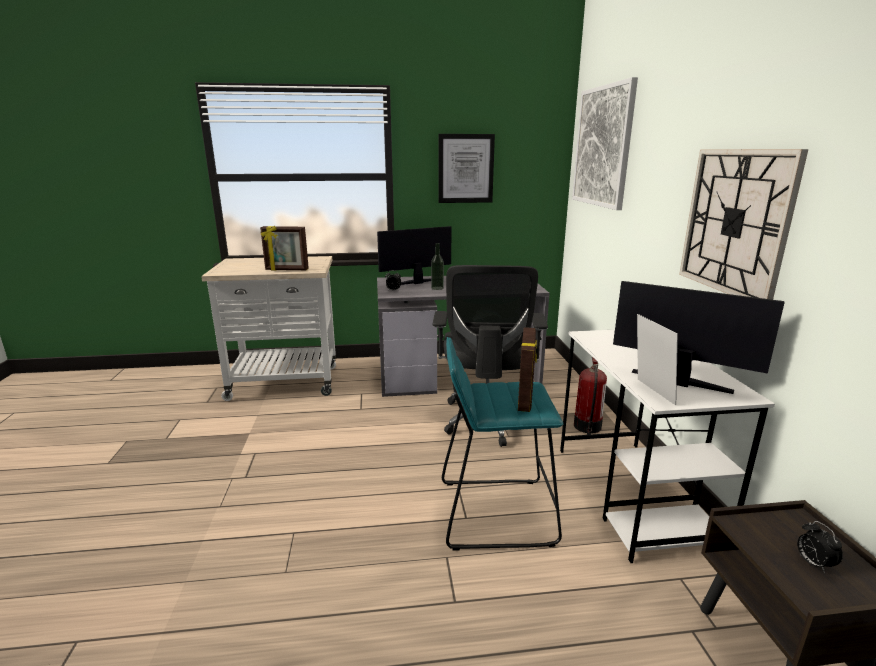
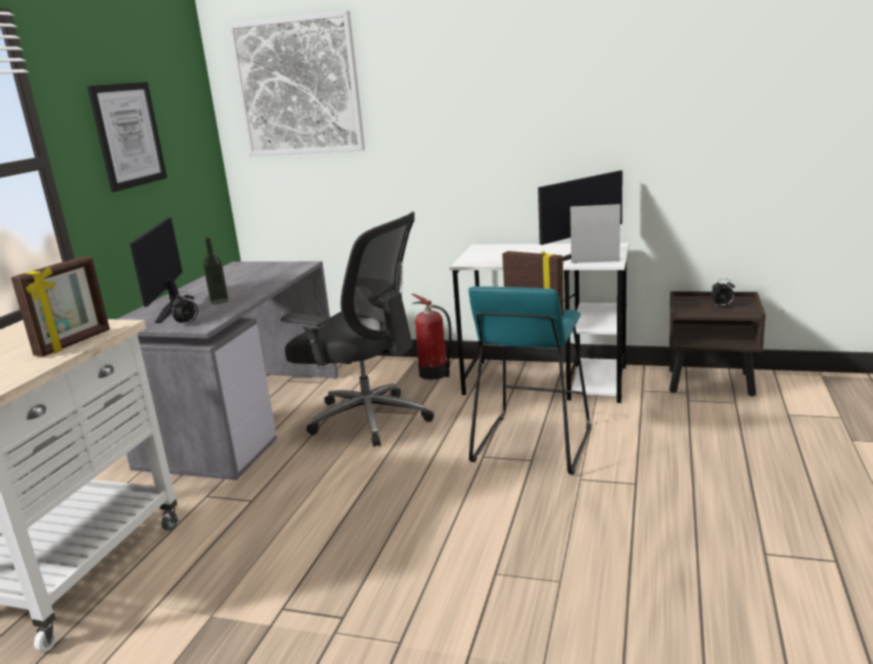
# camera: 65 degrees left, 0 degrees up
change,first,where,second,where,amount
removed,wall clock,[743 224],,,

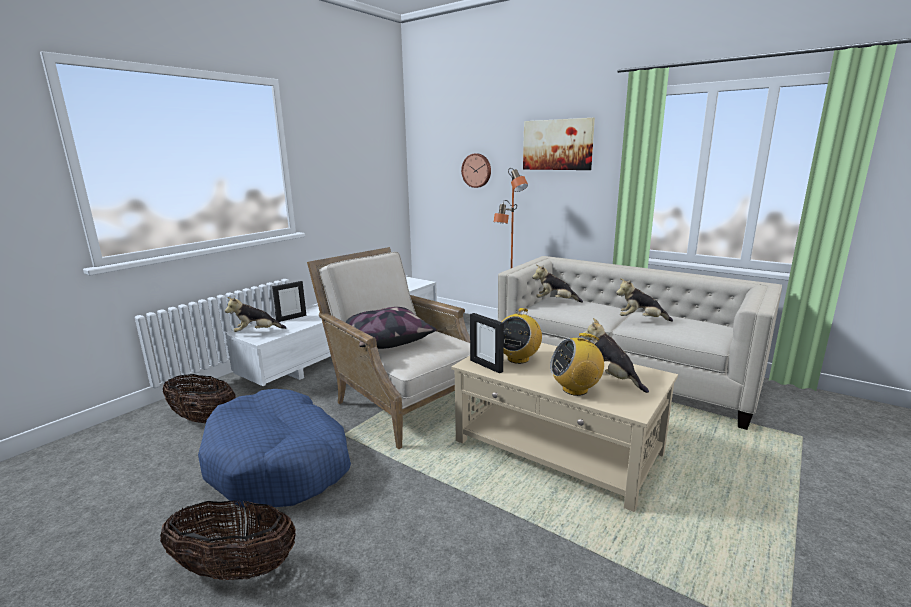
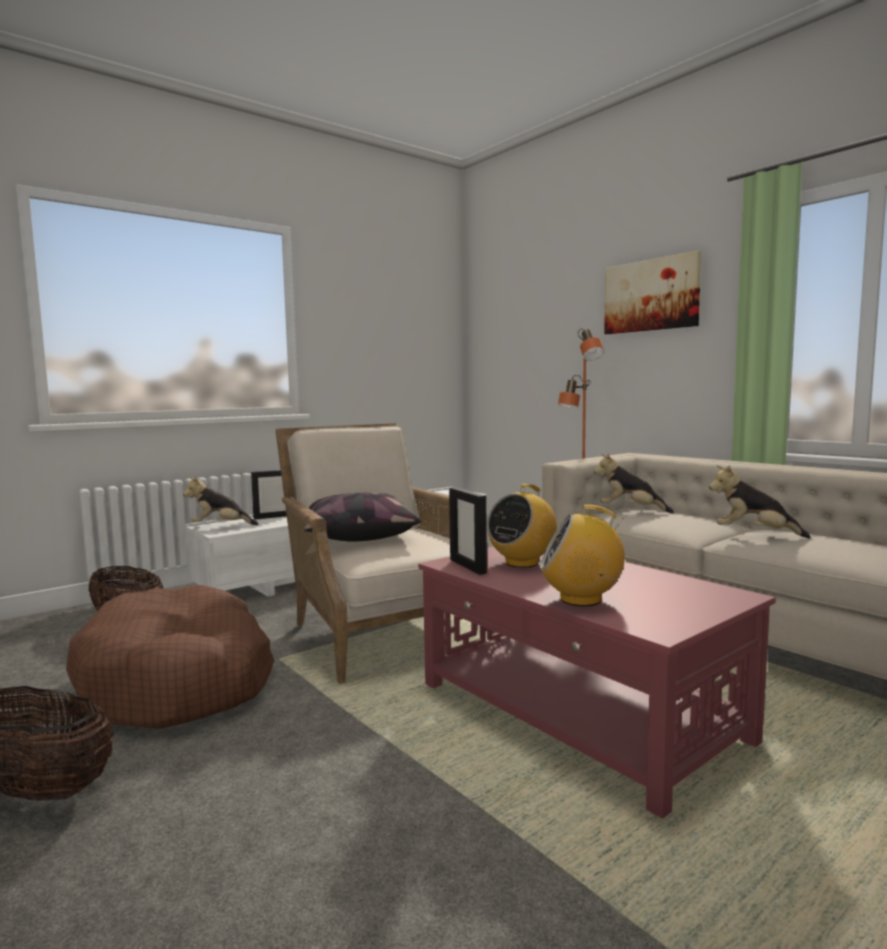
# camera: 15 degrees right, 10 degrees down
change,first,where,second,where,amount
recoloured,blue dog bed,[274 448],brown dog bed,[170 657],
recoloured,beige coffee table,[565 427],red coffee table,[597 682],
removed,wall clock,[476 171],,,
removed,plush toy,[615 355],,,

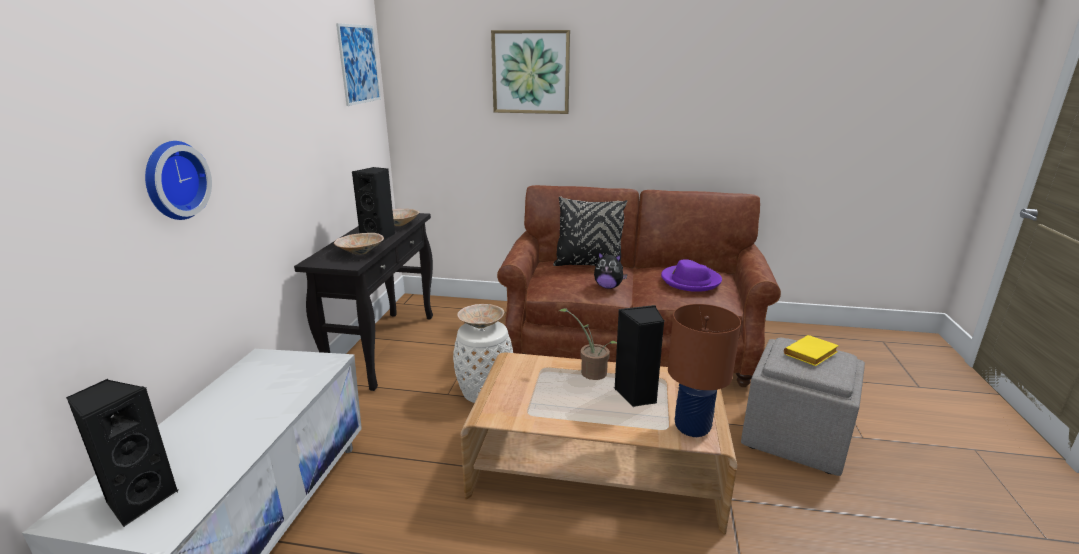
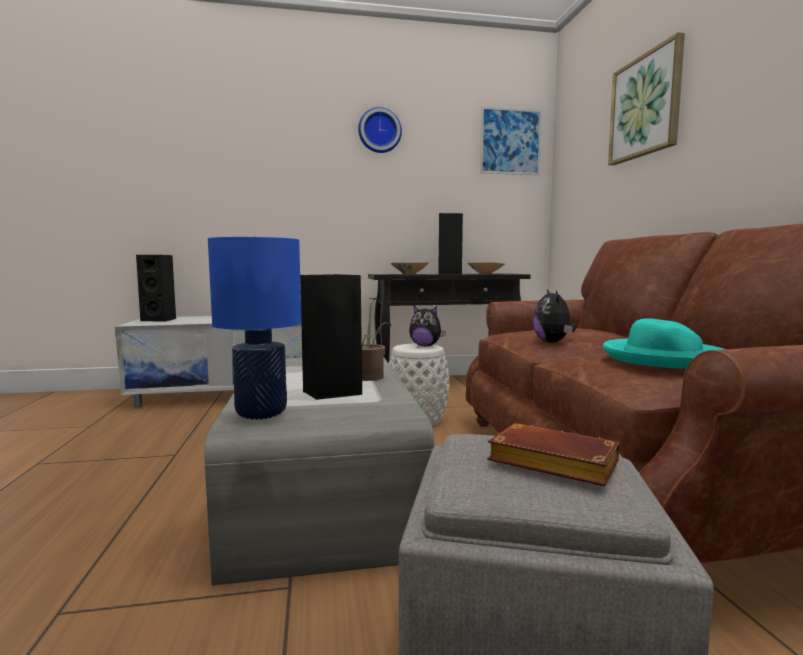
# camera: 70 degrees right, 15 degrees down
change,first,where,second,where,amount
recoloured,brown coffee table,[598 444],grey coffee table,[319 472],
recoloured,brown table lamp,[704 370],blue table lamp,[255 328],
moved,wall clock,[178 180],,[380 130],
replaced,beige bowl,[480 316],plush toy,[427 326],
recoloured,yellow book,[811 350],brown book,[553 455],
recoloured,purple hat,[691 275],turquoise hat,[663 343],
removed,black pillow,[590 231],,,

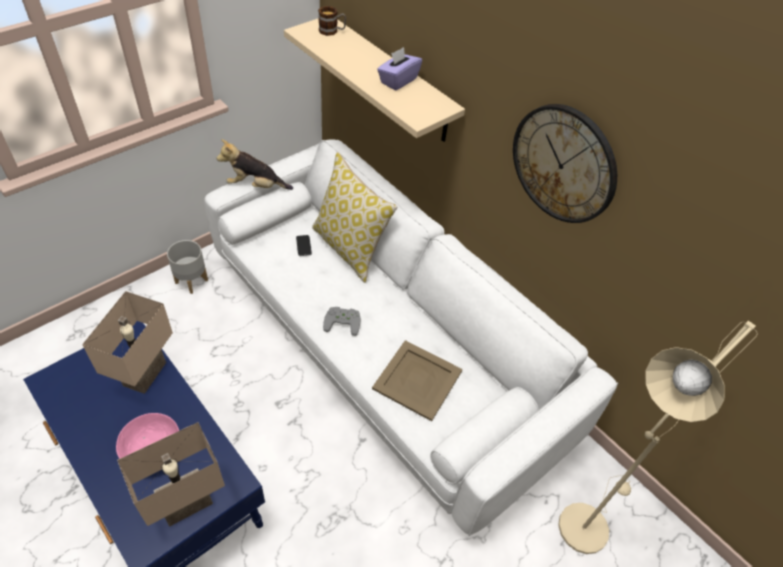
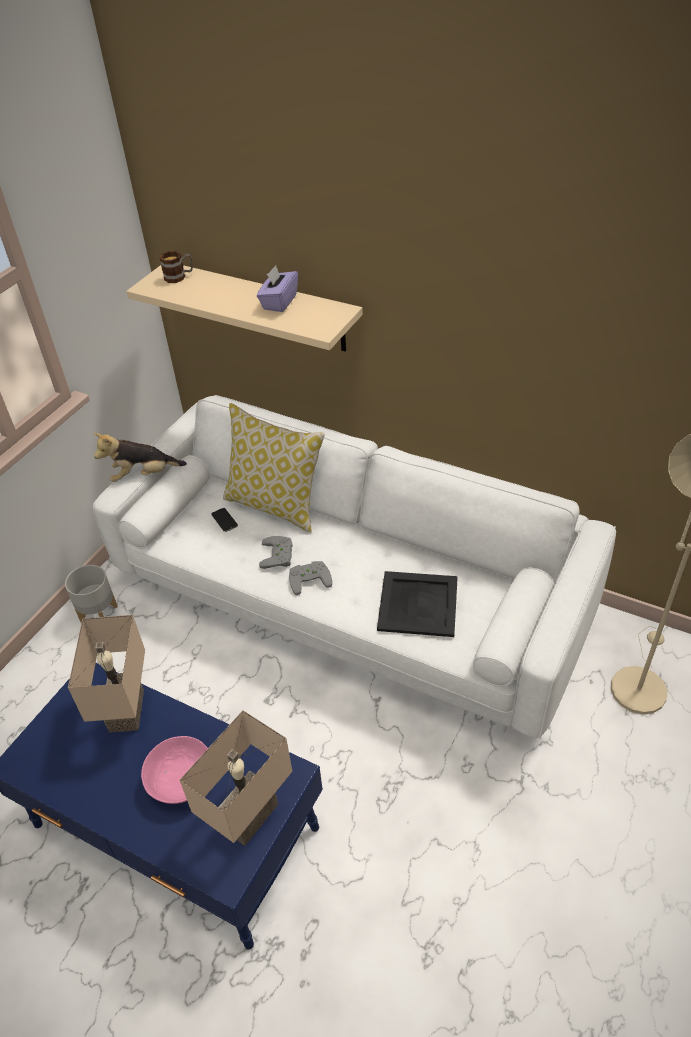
# camera: 15 degrees left, 5 degrees down
change,first,where,second,where,amount
added,,,grey game controller,[276 552],
recoloured,beige tray,[417 380],black tray,[417 604],
removed,wall clock,[565 163],,,

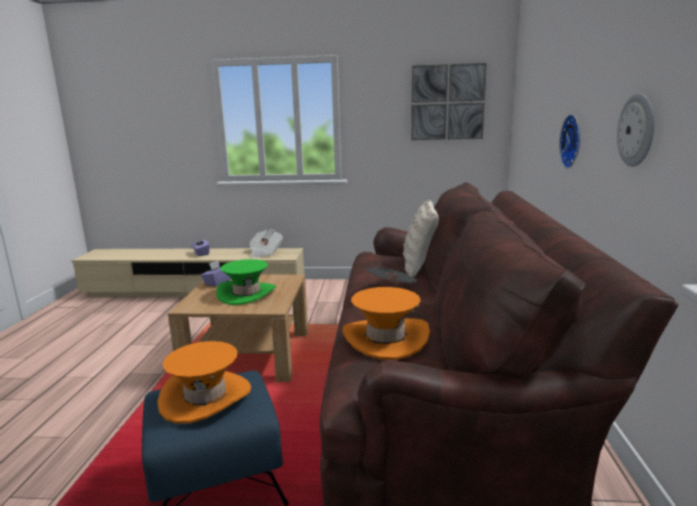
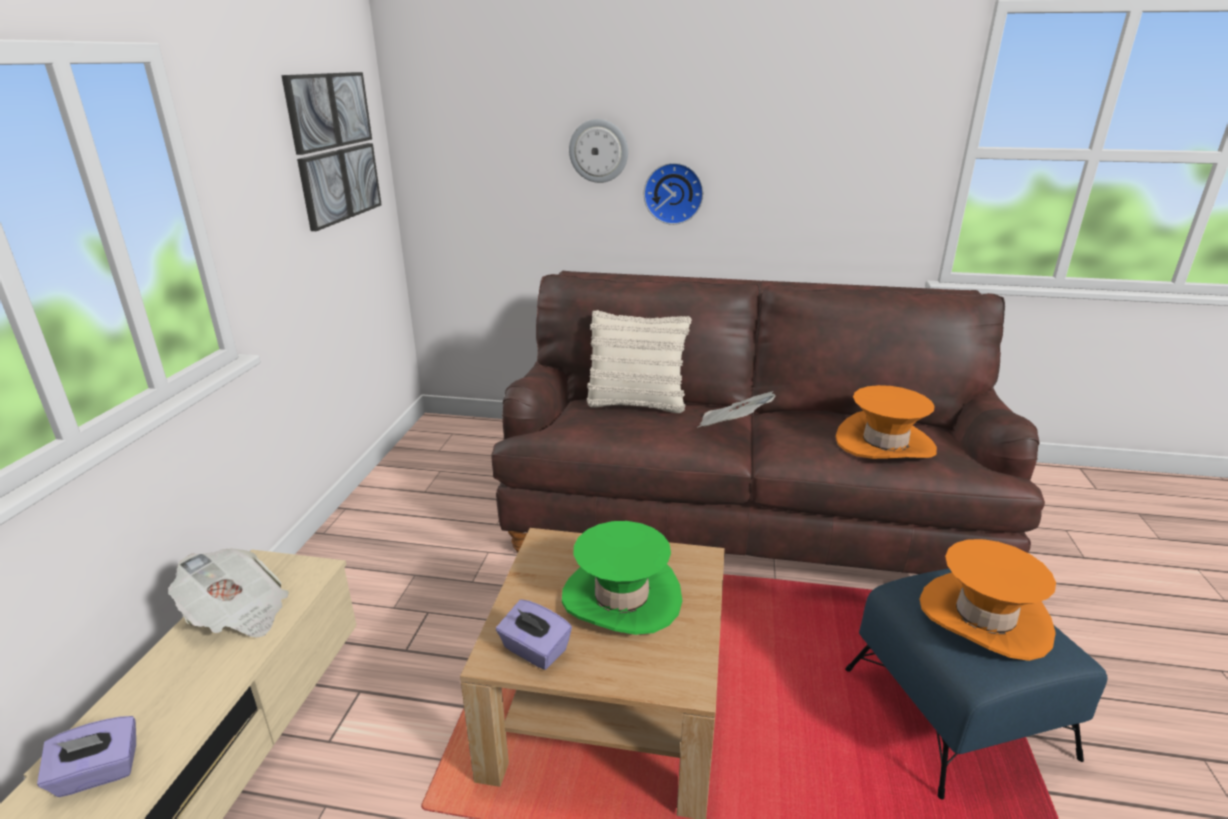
# camera: 85 degrees left, 10 degrees up
change,first,where,second,where,amount
moved,wall clock,[635 130],,[598 151],

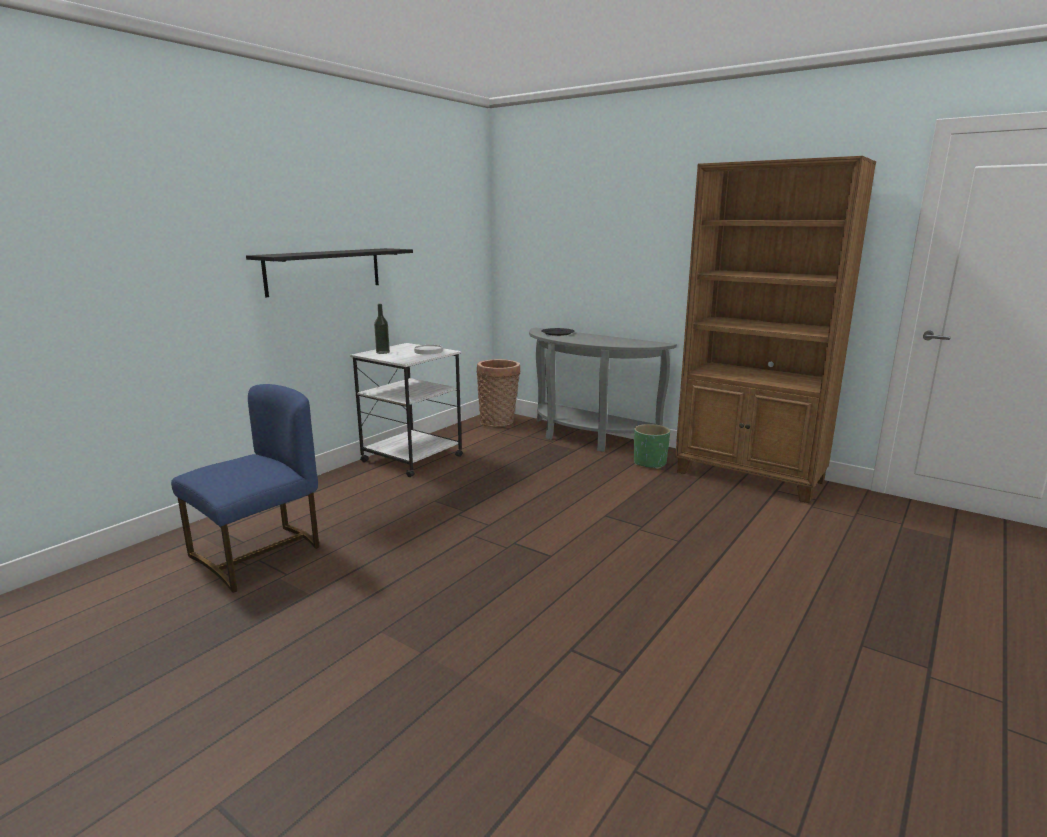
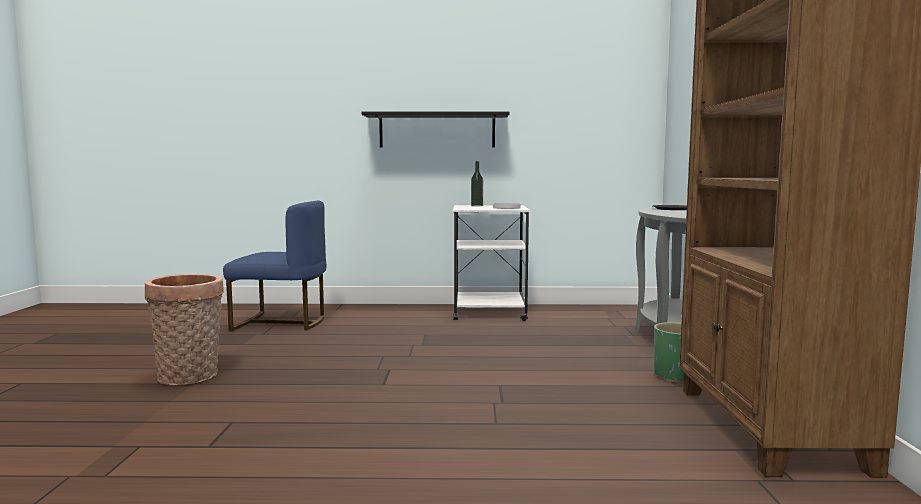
# camera: 55 degrees right, 10 degrees down
change,first,where,second,where,amount
moved,basket,[498 393],,[184 329],

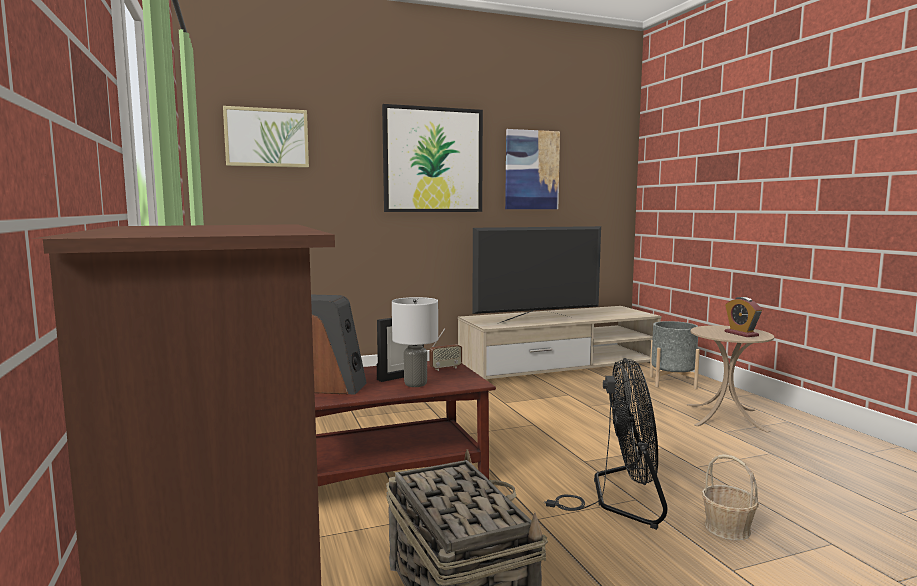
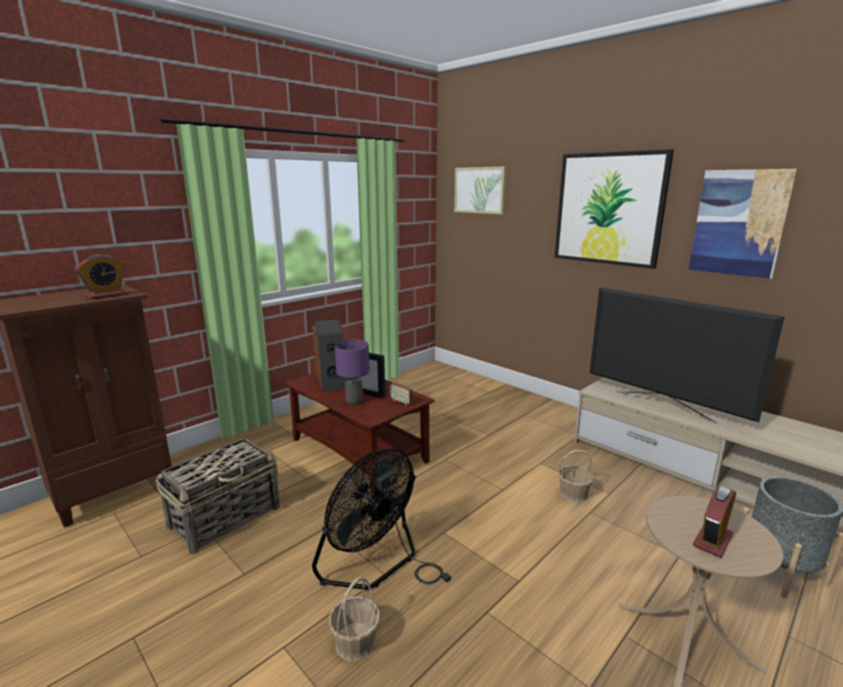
# camera: 65 degrees right, 10 degrees up
change,first,where,second,where,amount
added,,,alarm clock,[101 277],
turned,black fan,[606 444],,[381 519],150 degrees clockwise
recoloured,white table lamp,[415 342],purple table lamp,[352 372],
added,,,basket,[576 476],

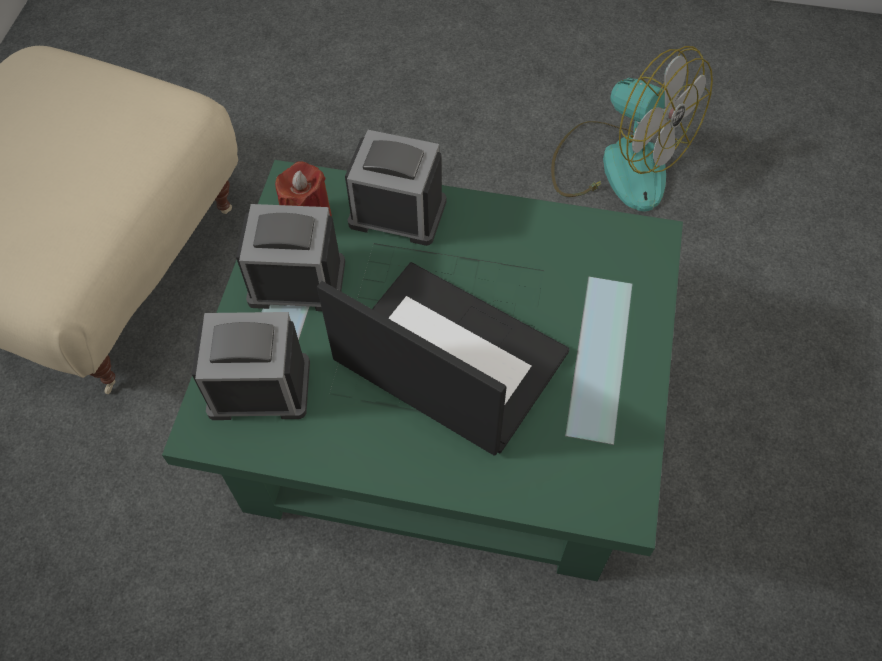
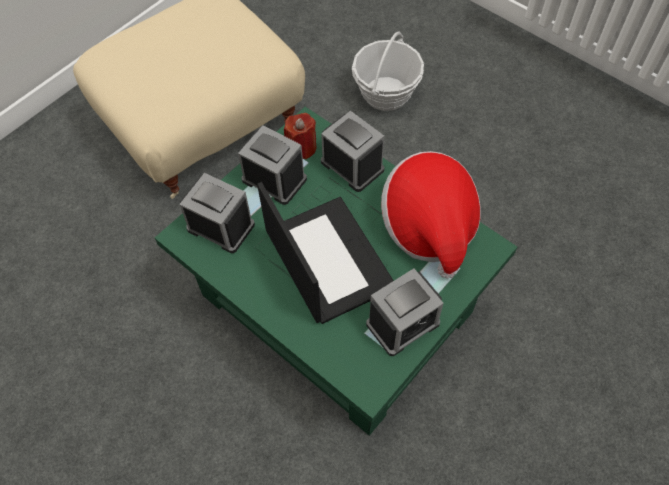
# camera: 30 degrees right, 0 degrees up
change,first,where,second,where,amount
added,,,basket,[388 71],
added,,,alarm clock,[405 312],
added,,,hat,[431 215],
removed,fan,[632 128],,,

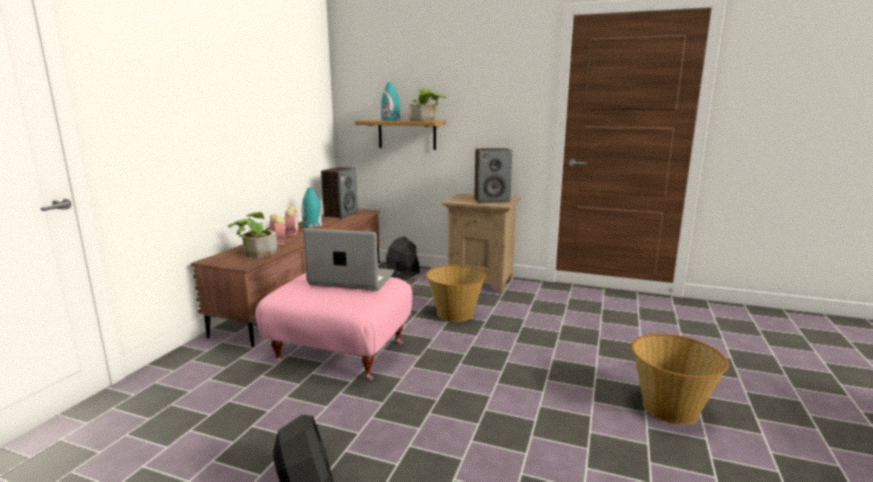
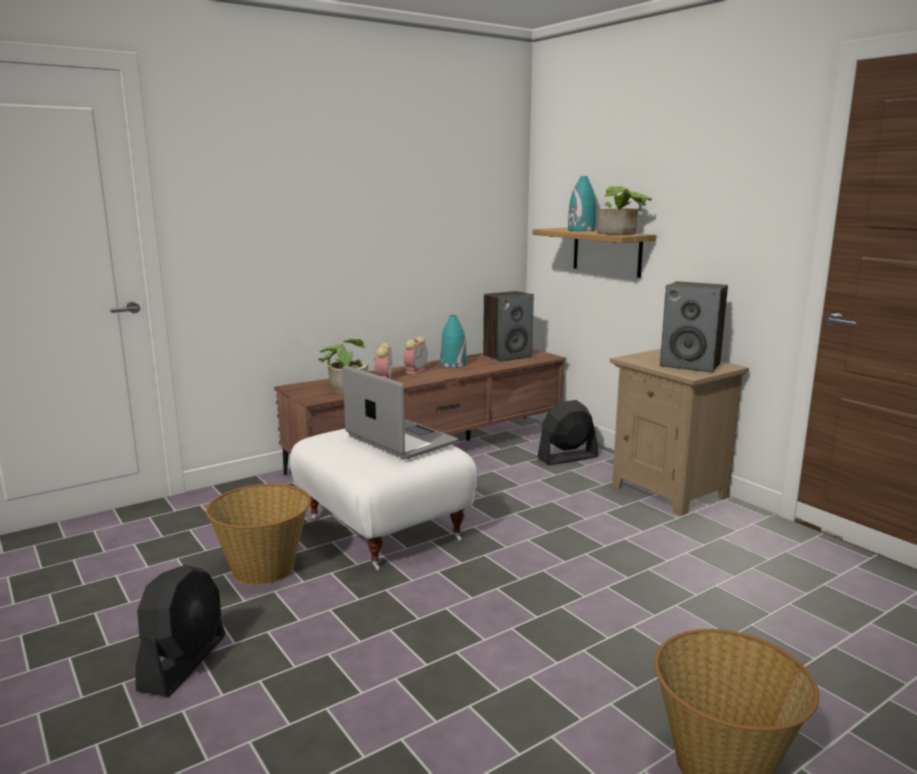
# camera: 35 degrees right, 0 degrees up
change,first,where,second,where,amount
moved,basket,[455 293],,[258 534],
recoloured,pink ottoman,[333 326],white ottoman,[383 499],

